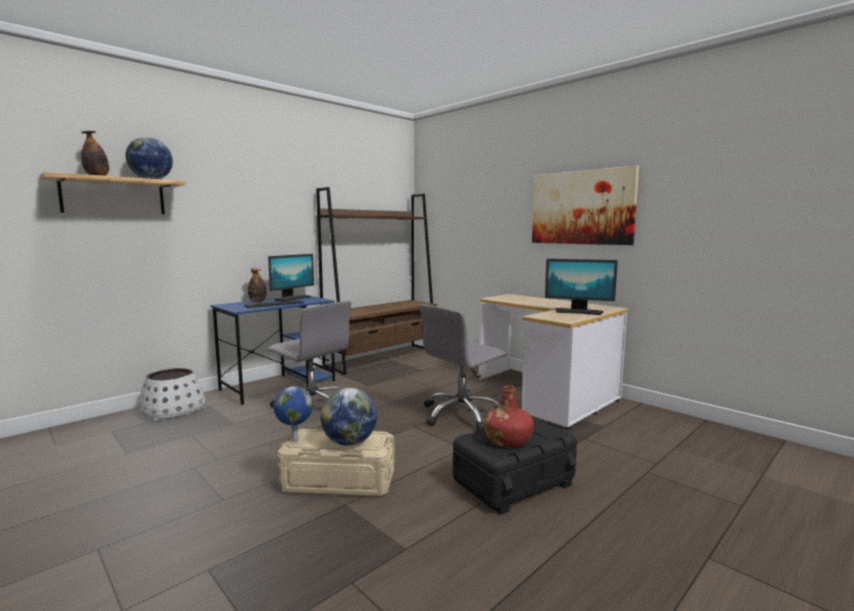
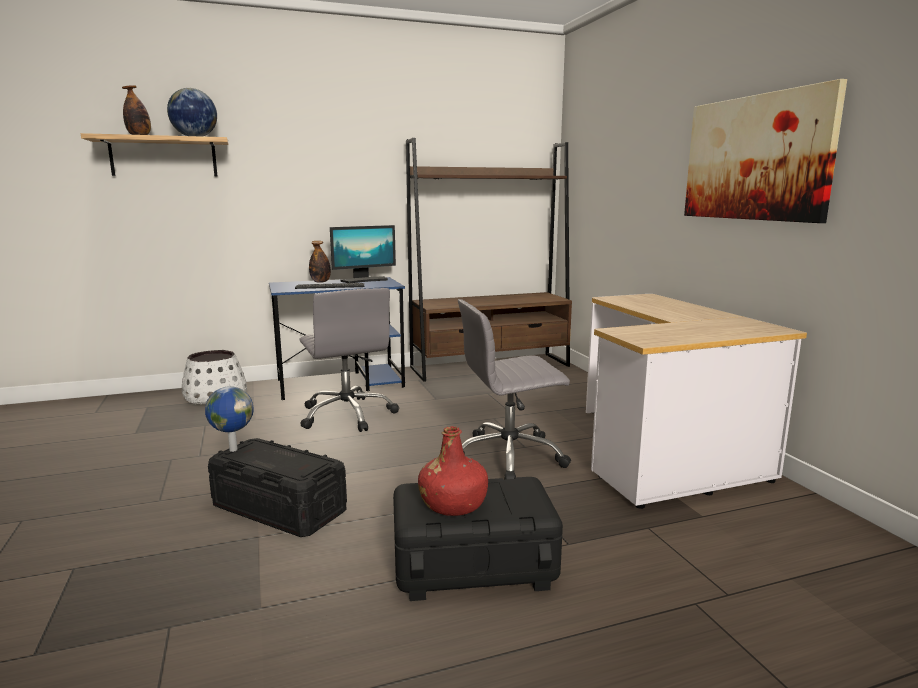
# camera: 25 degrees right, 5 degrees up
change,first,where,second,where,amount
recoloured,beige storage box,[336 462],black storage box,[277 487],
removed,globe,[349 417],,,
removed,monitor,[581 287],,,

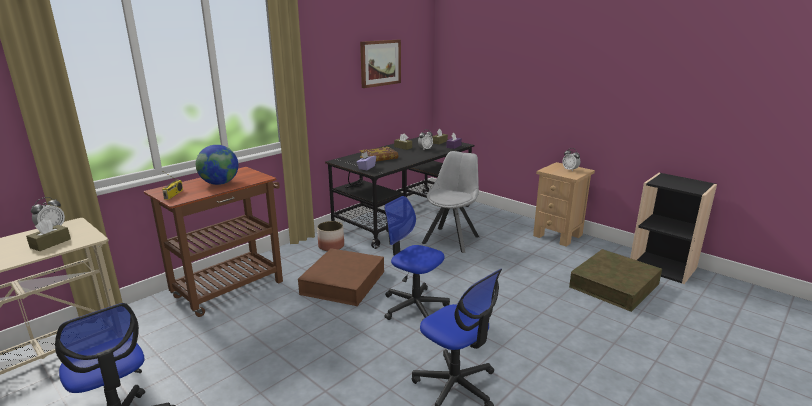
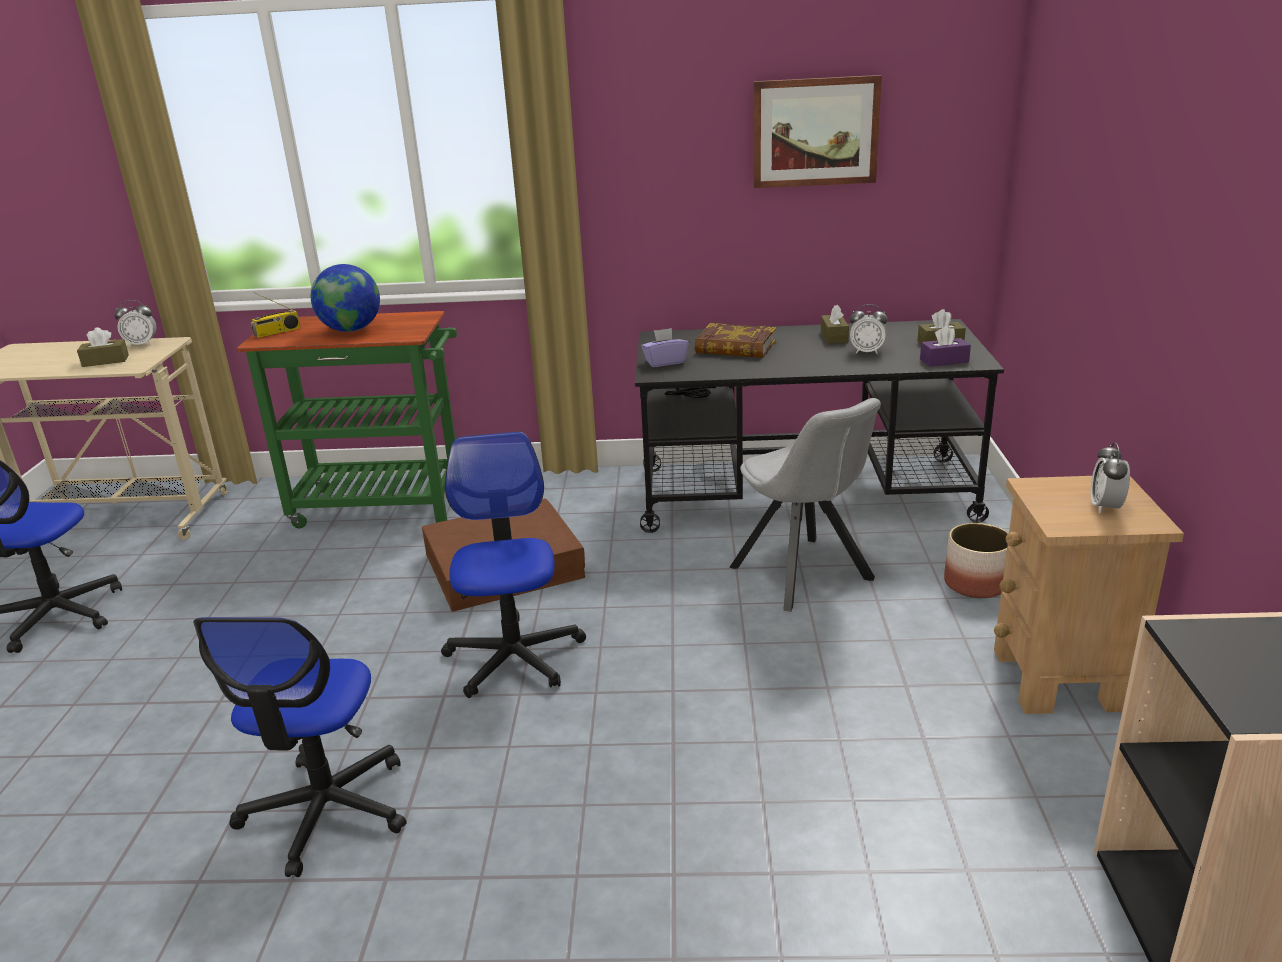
# camera: 50 degrees right, 5 degrees up
change,first,where,second,where,amount
recoloured,brown cart,[213 242],green cart,[347 419],
turned,grey chair,[450 202],,[805 505],75 degrees clockwise
moved,planter,[330 236],,[976 560],
removed,brown storage box,[615 280],,,

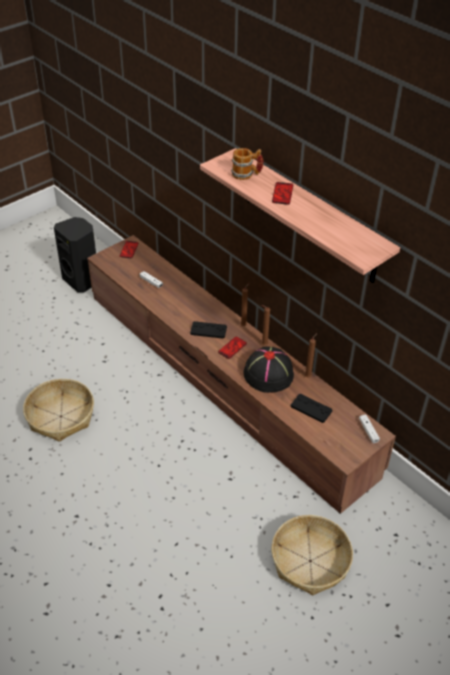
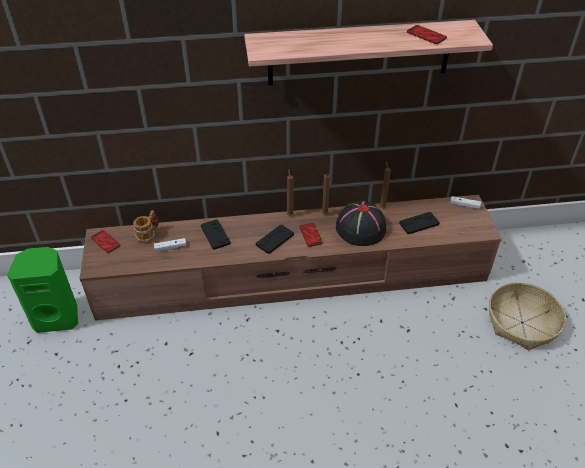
# camera: 55 degrees left, 0 degrees up
change,first,where,second,where,amount
recoloured,black speaker,[75 254],green speaker,[42 290],
moved,mug,[247 164],,[145 227],
added,,,black game controller,[216 234],
moved,phone,[282 193],,[427 34],
removed,basket,[58 410],,,

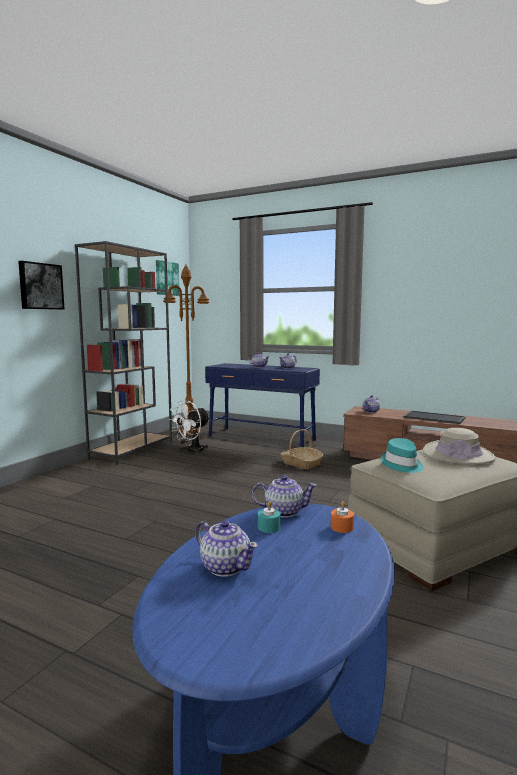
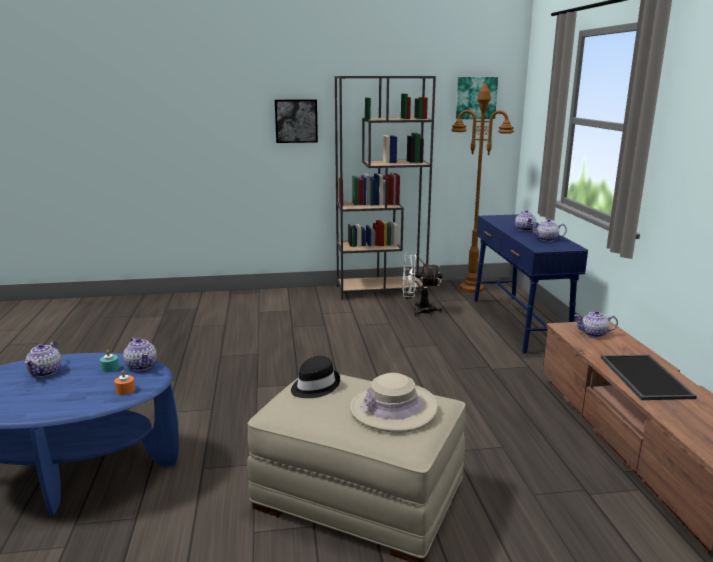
# camera: 55 degrees right, 10 degrees up
change,first,where,second,where,amount
recoloured,turquoise hat,[402 455],black hat,[315 377],
removed,basket,[302 449],,,

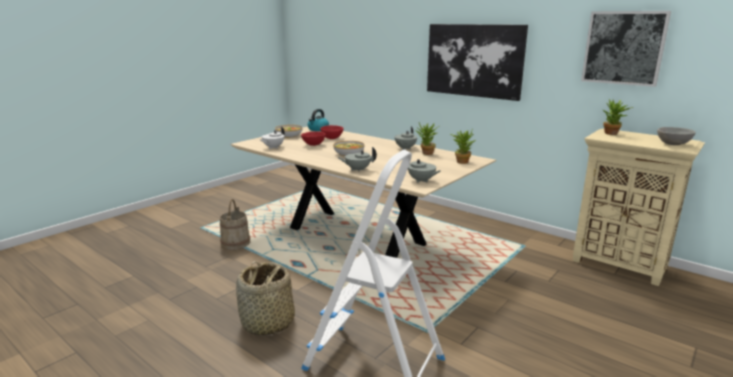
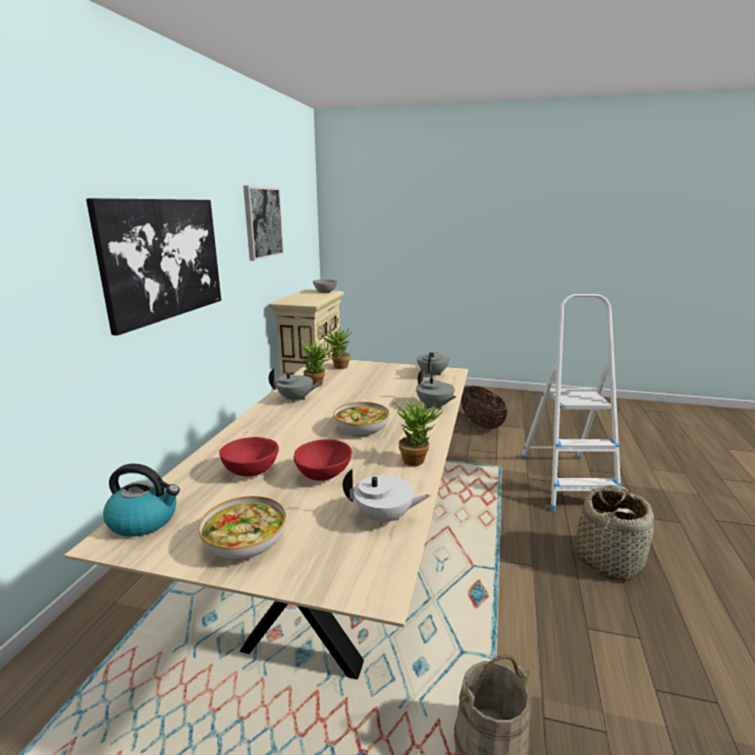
# camera: 115 degrees left, 0 degrees up
change,first,where,second,where,amount
moved,potted plant,[618 117],,[418 434],
added,,,basket,[484 407],

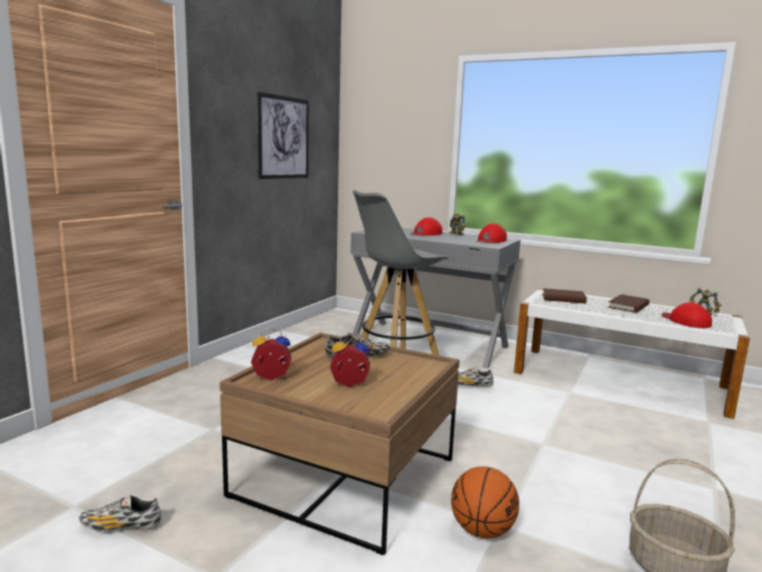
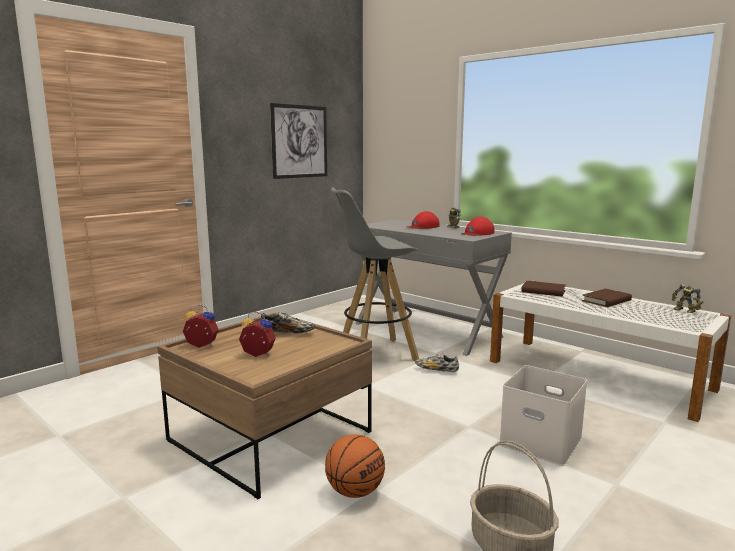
# camera: 15 degrees right, 0 degrees up
change,first,where,second,where,amount
added,,,white storage box,[543 415],
removed,shoe,[120 512],,,
removed,red cap,[687 315],,,

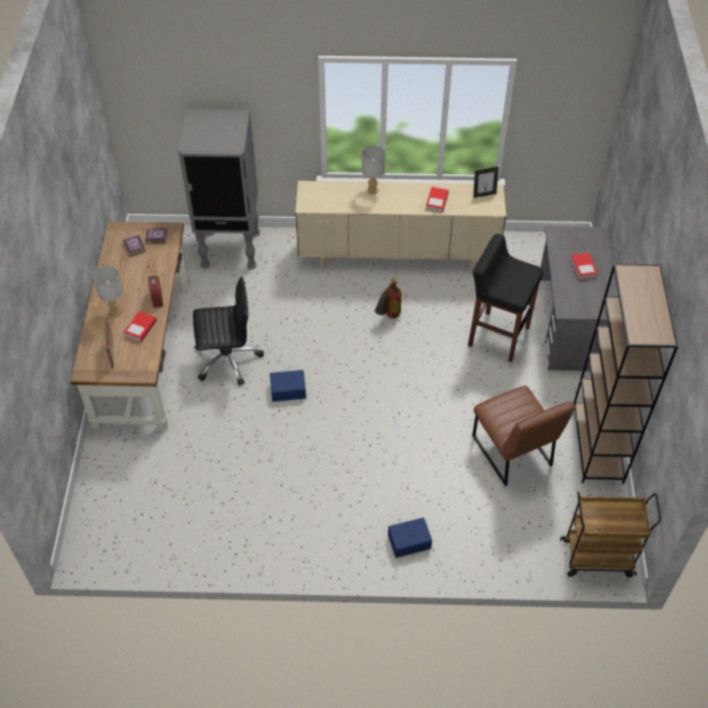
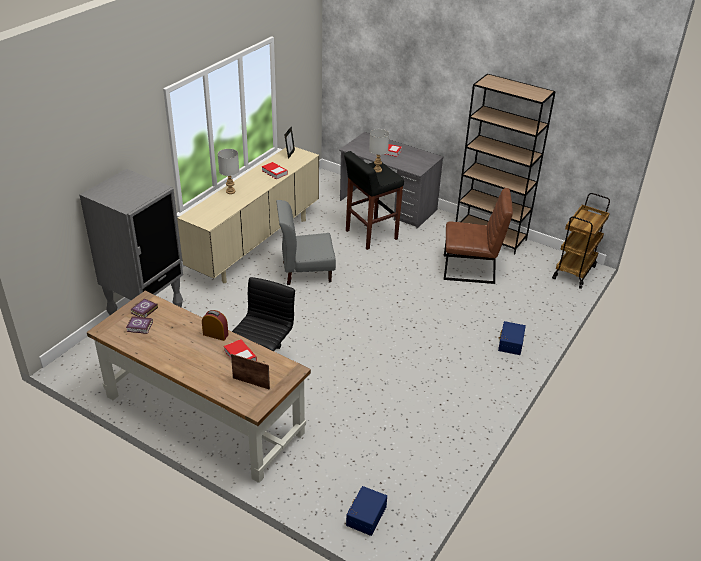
# camera: 60 degrees left, 15 degrees down
change,first,where,second,where,amount
replaced,fire extinguisher,[388 297],grey chair,[306 242],
moved,blue storage box,[288 386],,[366 511],
moved,grey table lamp,[108 291],,[379 151],

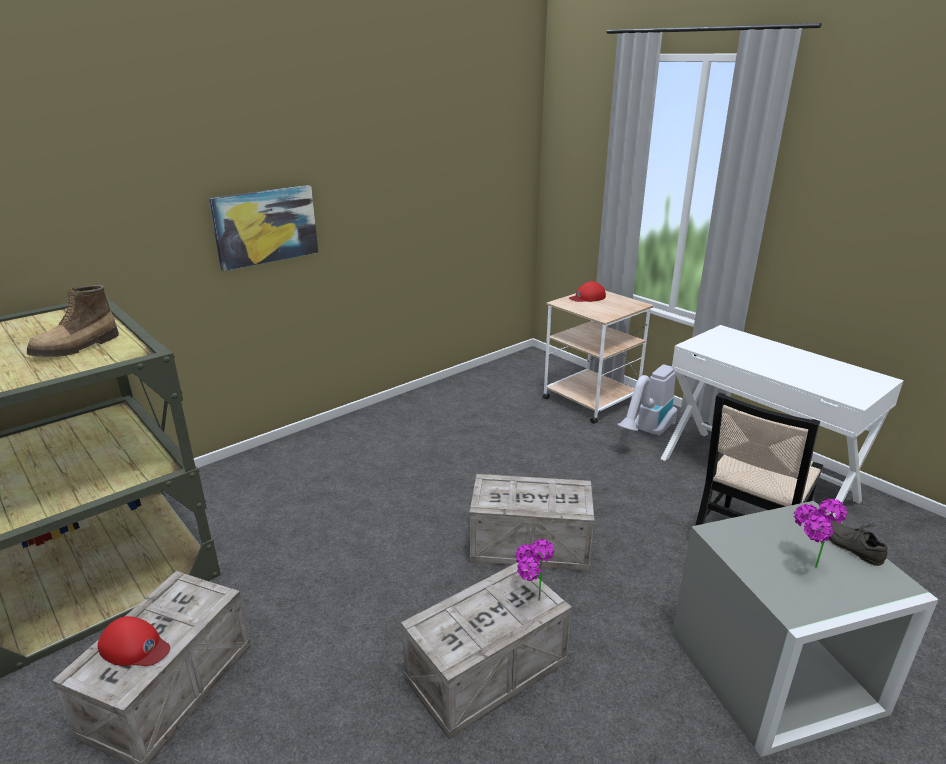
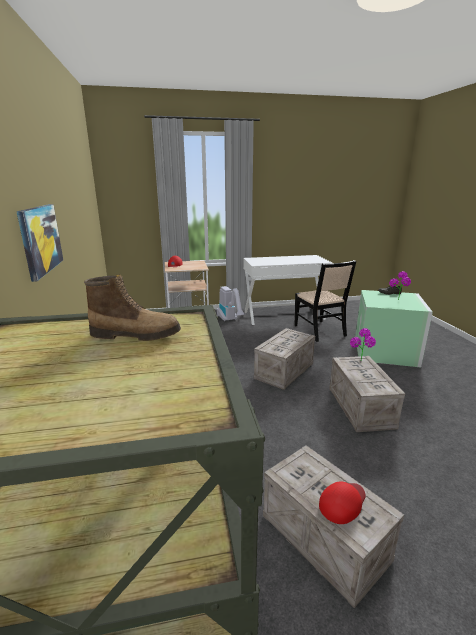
# camera: 60 degrees left, 5 degrees down
change,first,where,second,where,amount
turned,boot,[73 321],,[132 308],60 degrees counterclockwise
recoloured,grey storage box,[805 629],green storage box,[394 328],

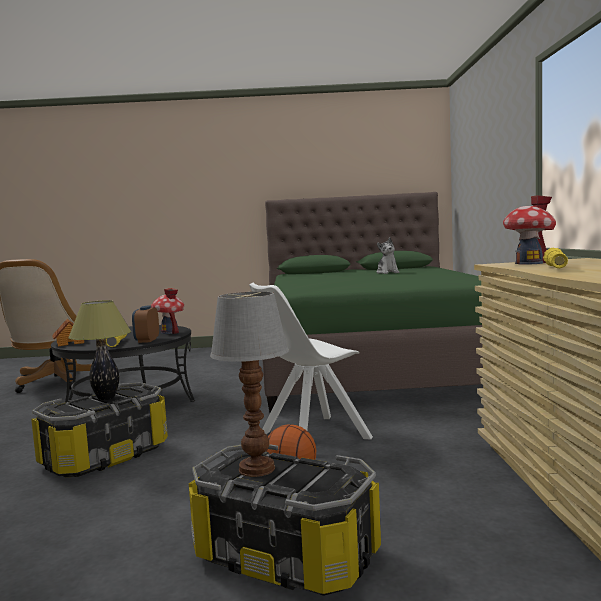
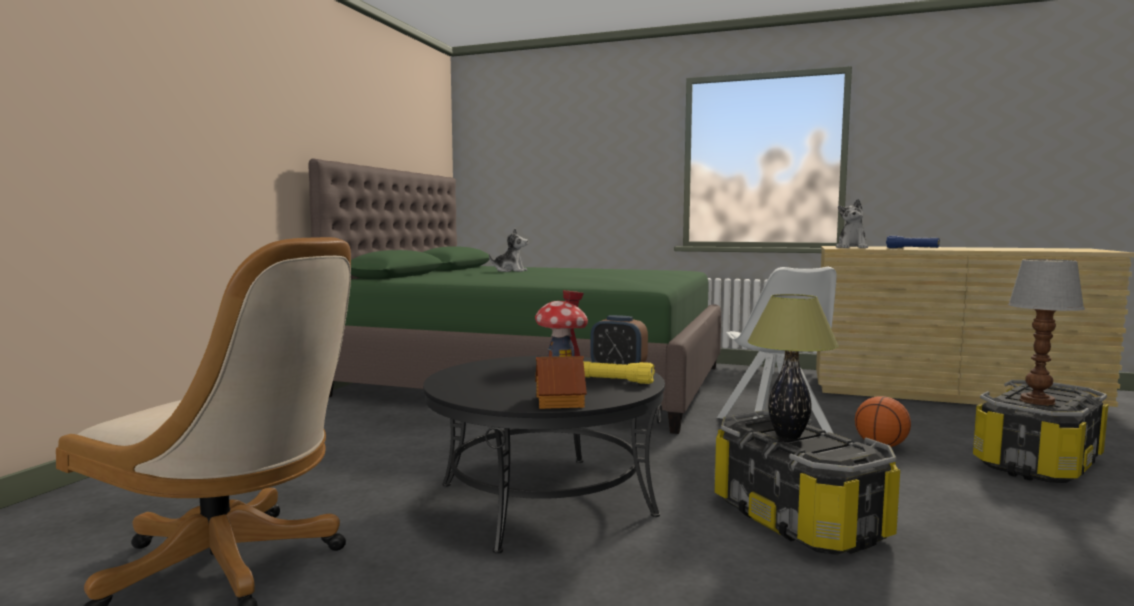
# camera: 70 degrees left, 0 degrees up
change,first,where,second,where,amount
replaced,toy house,[529 230],plush toy,[852 223],
recoloured,yellow flashlight,[555 258],blue flashlight,[913 242],

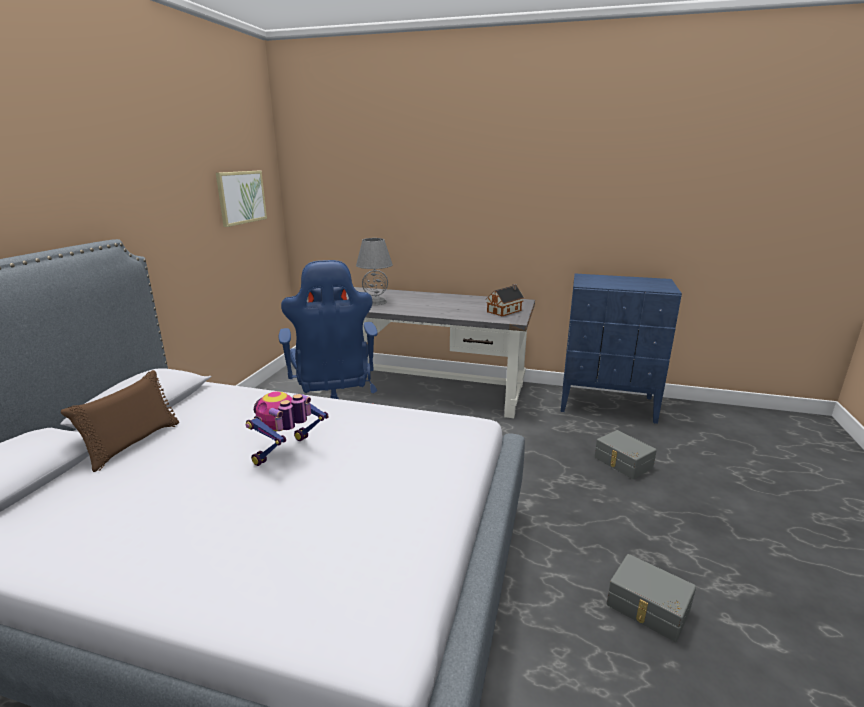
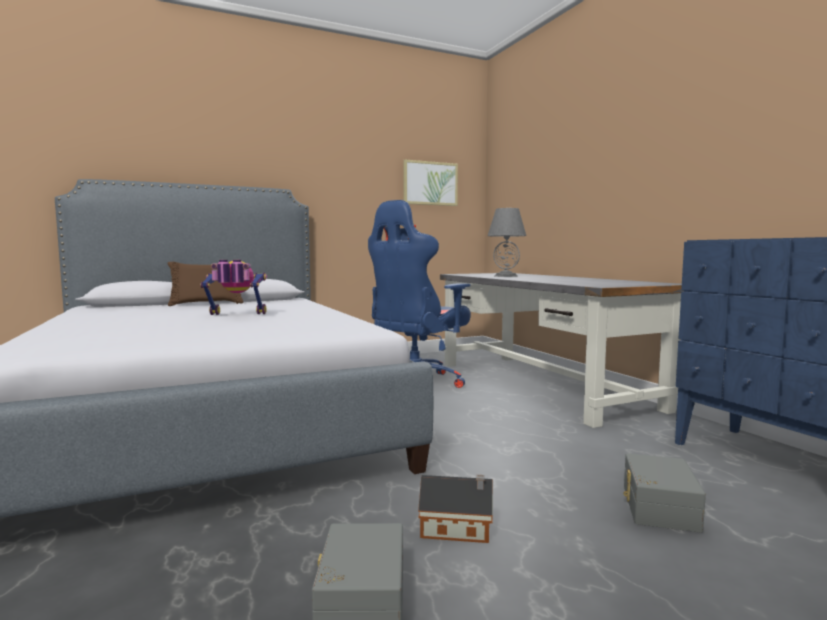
# camera: 50 degrees right, 15 degrees down
change,first,where,second,where,amount
moved,toy house,[505 300],,[455 509],

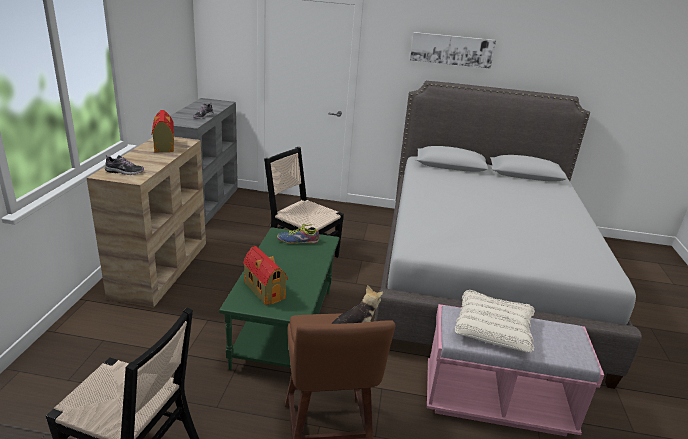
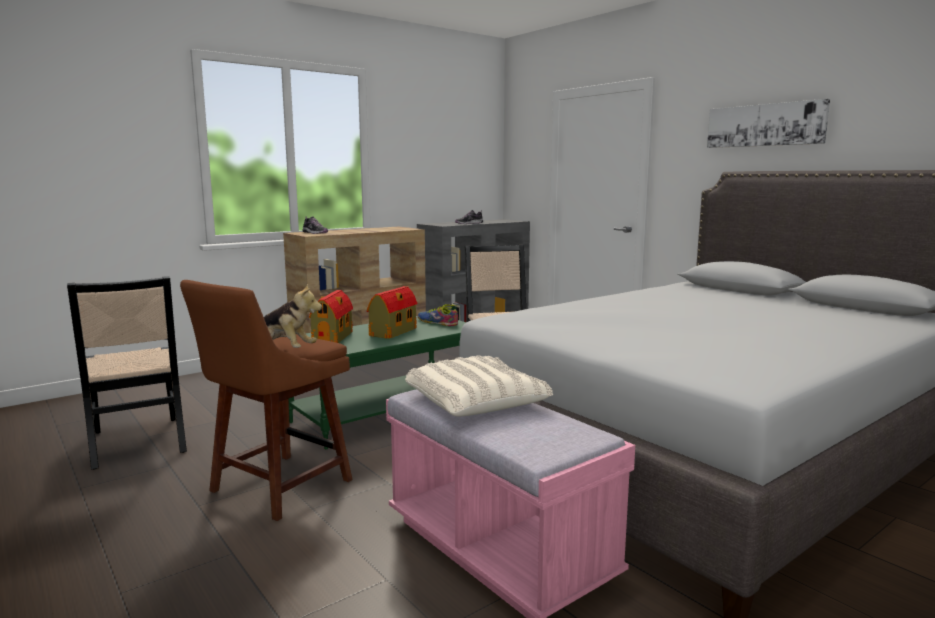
# camera: 45 degrees right, 15 degrees down
change,first,where,second,where,amount
moved,toy house,[163 131],,[392 312],

